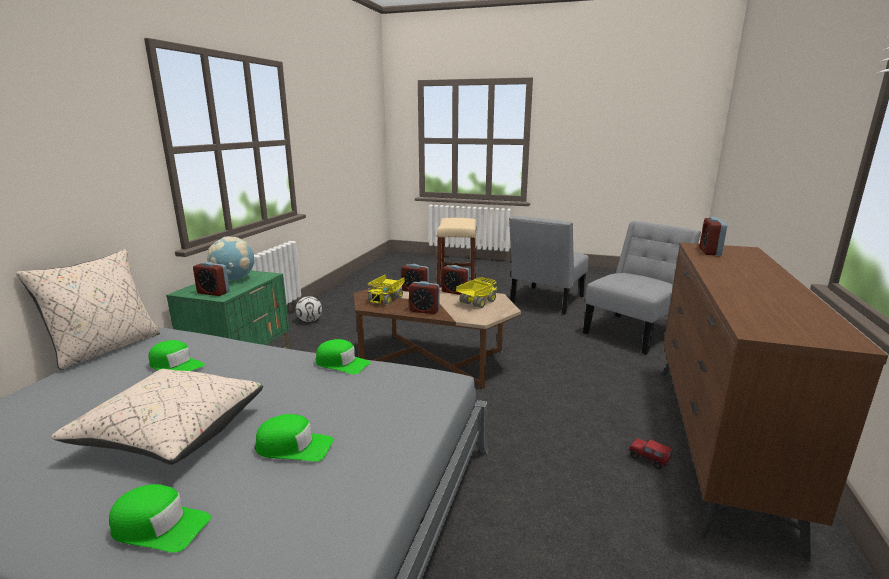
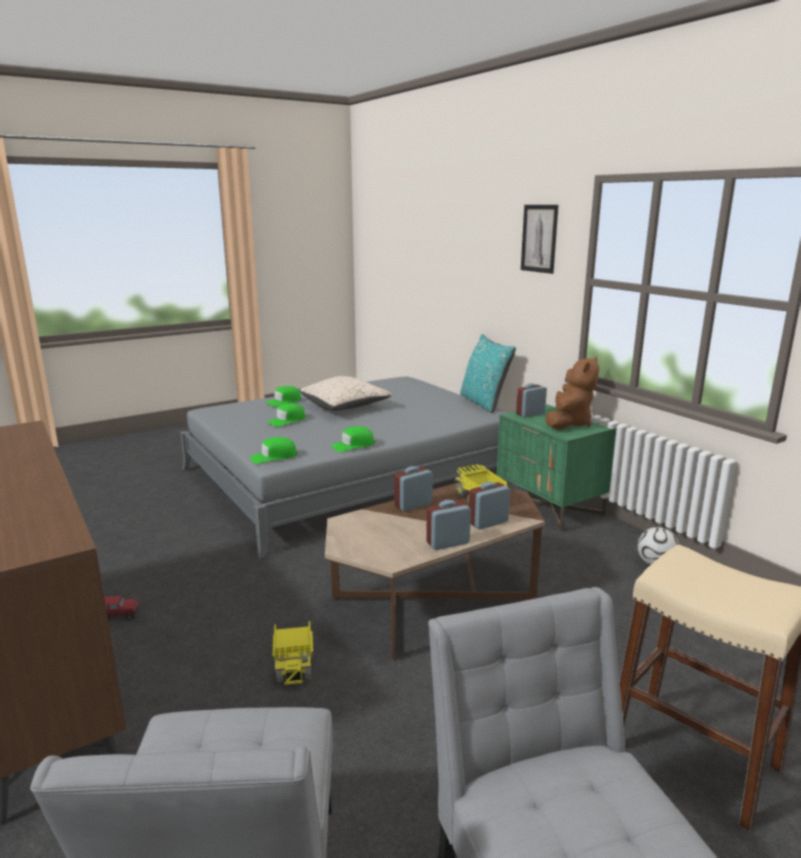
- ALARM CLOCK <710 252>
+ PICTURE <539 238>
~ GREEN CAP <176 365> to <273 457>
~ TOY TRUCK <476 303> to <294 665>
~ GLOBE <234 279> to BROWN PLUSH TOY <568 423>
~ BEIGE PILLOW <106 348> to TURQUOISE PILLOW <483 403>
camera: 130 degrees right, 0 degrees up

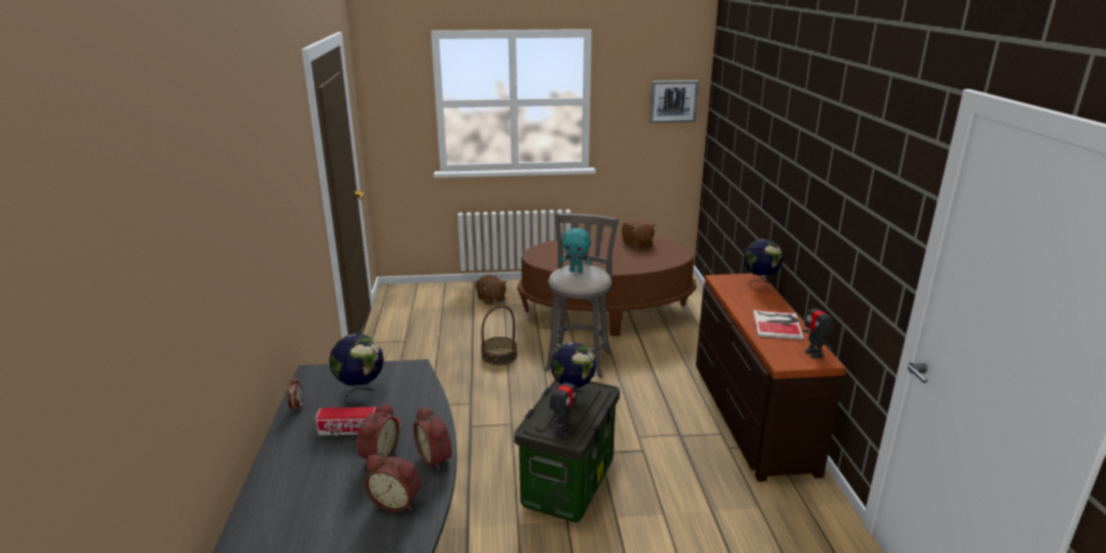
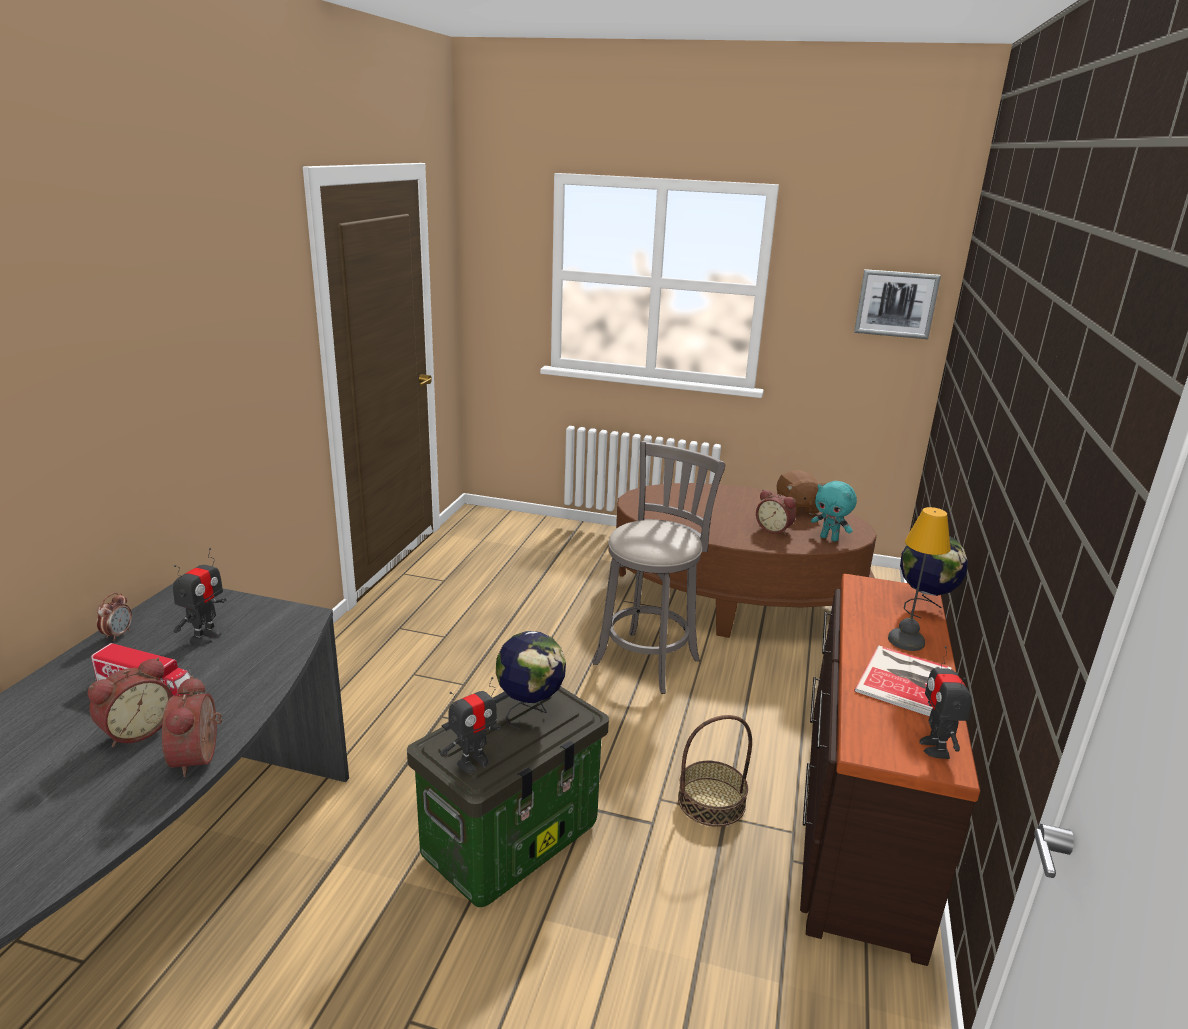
- BROWN PLUSH TOY <491 299>
+ TABLE LAMP <906 640>
~ ALARM CLOCK <396 501> to <774 529>
~ BASKET <499 356> to <711 801>
~ TURQUOISE PLUSH TOY <576 271> to <829 538>
~ GLOBE <361 394> to TOY ROBOT <206 637>
camera: 20 degrees right, 0 degrees up

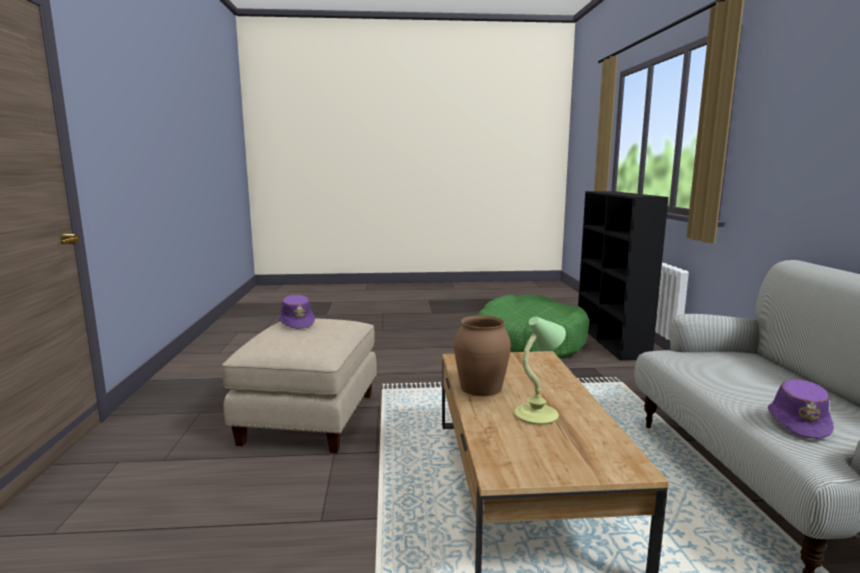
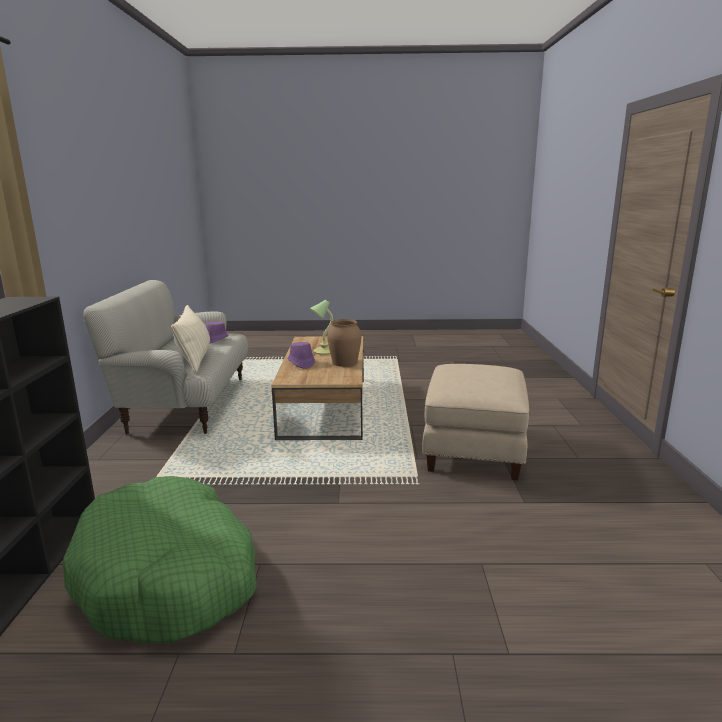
+ BEIGE PILLOW <194 359>
~ PURPLE HAT <297 323> to <301 363>
camera: 175 degrees left, 5 degrees up

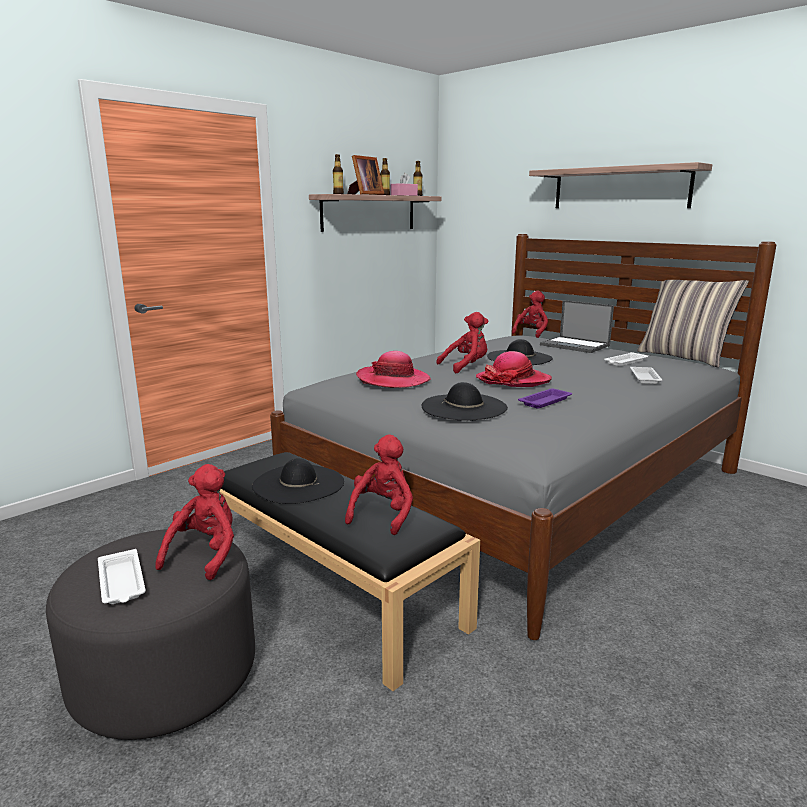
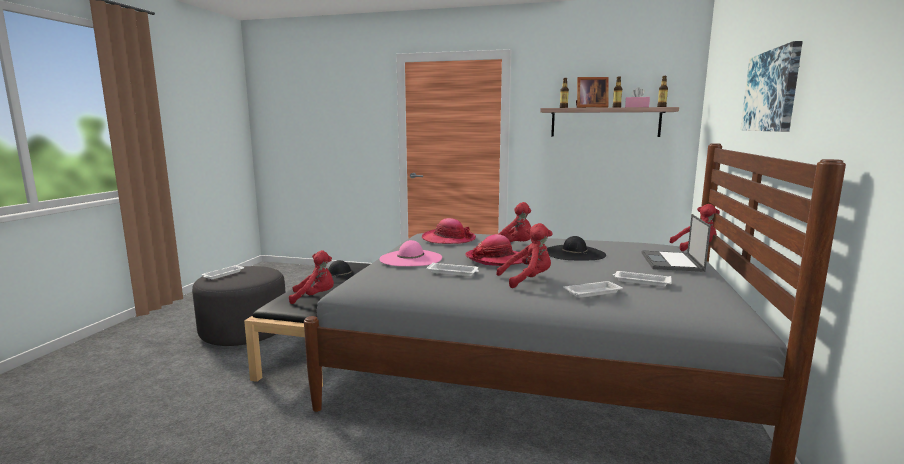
- PILLOW <684 357>
~ RED PLUSH TOY <205 554> to <527 280>
~ SHELF <620 188> to PICTURE <772 91>
~ BLACK HAT <464 407> to PINK HAT <411 258>
~ PURPLE TRAY <546 401> to WHITE TRAY <453 272>
camera: 60 degrees right, 5 degrees down

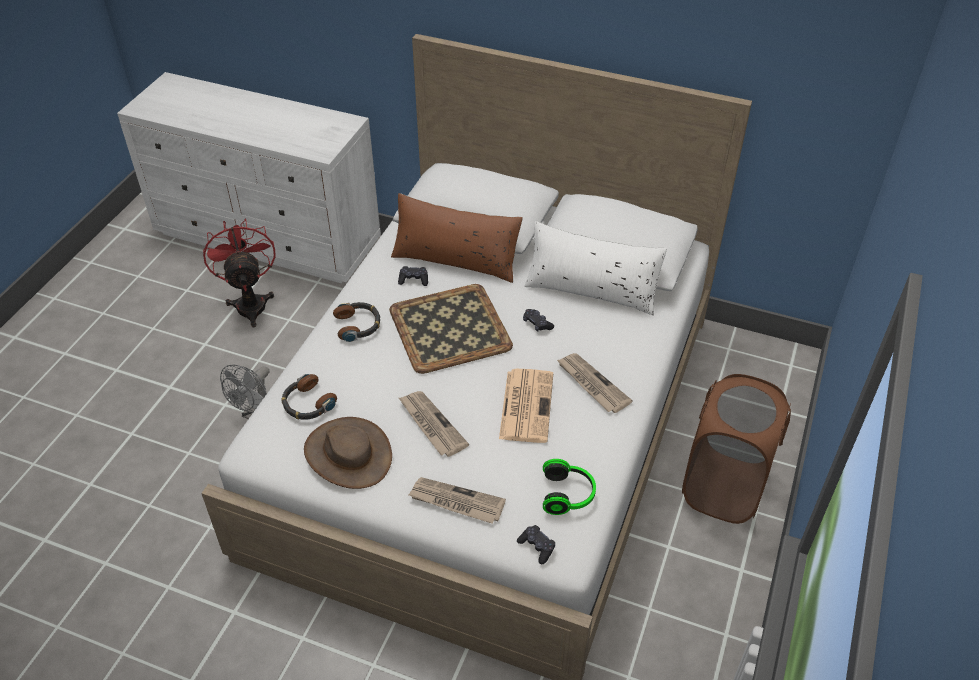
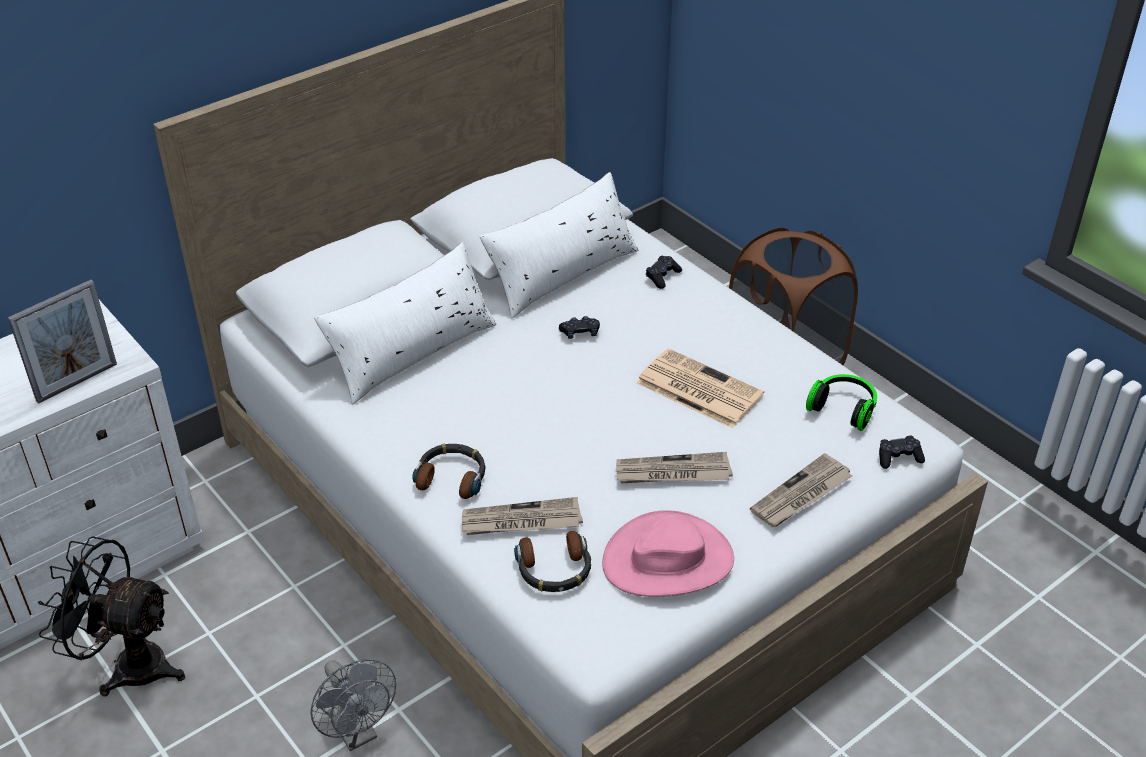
- TRAY <450 327>
+ PICTURE FRAME <77 382>
~ BLACK GAME CONTROLLER <413 280> to <662 276>
~ NEWSPAPER <592 384> to <521 521>
~ RED FAN <250 302> to BLACK FAN <128 665>
~ BROWN HAT <348 454> to PINK HAT <668 560>
~ BROWN PILLOW <456 259> to WHITE PILLOW <412 352>
camera: 60 degrees left, 5 degrees down

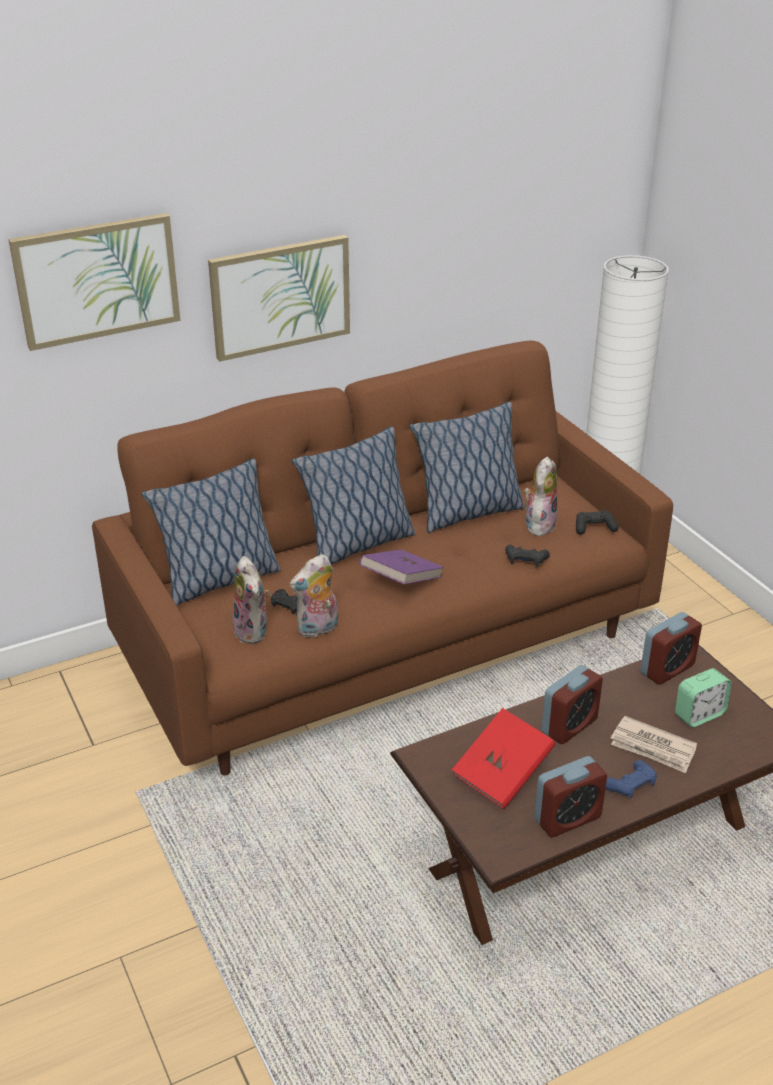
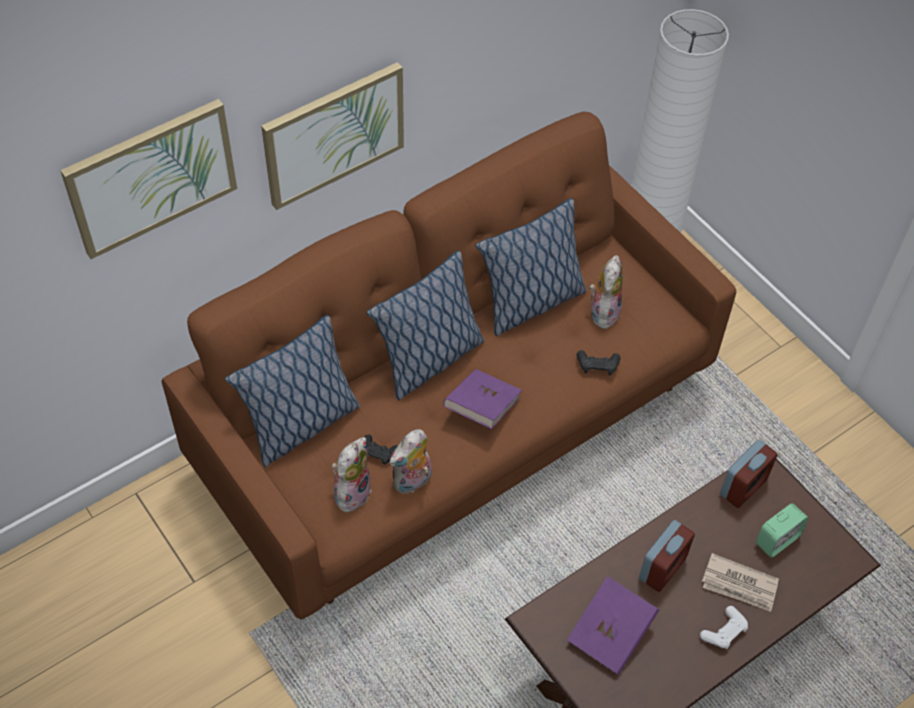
- ALARM CLOCK <567 818>
- BLACK GAME CONTROLLER <594 528>
~ RED BOOK <502 774> to PURPLE BOOK <610 633>
~ BLUE GAME CONTROLLER <630 785> to WHITE GAME CONTROLLER <724 632>
~ PLUSH TOY <254 631> = <351 491> 120 degrees counterclockwise
camera: 10 degrees left, 20 degrees up

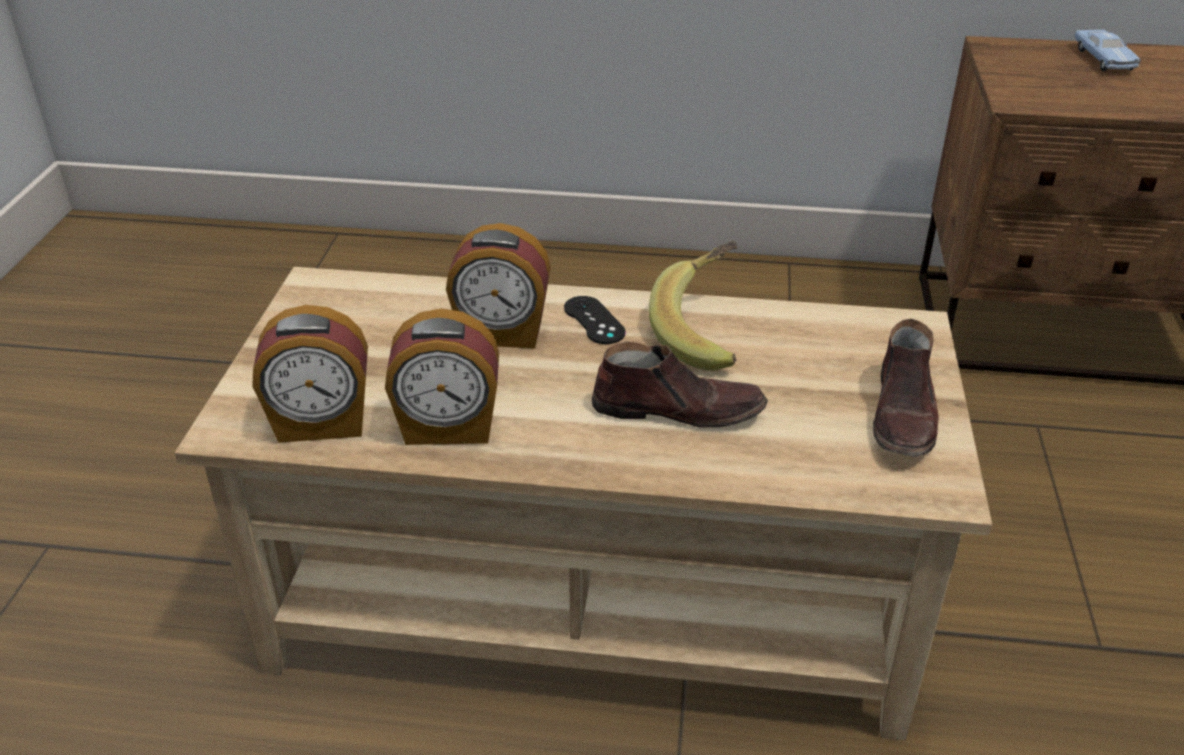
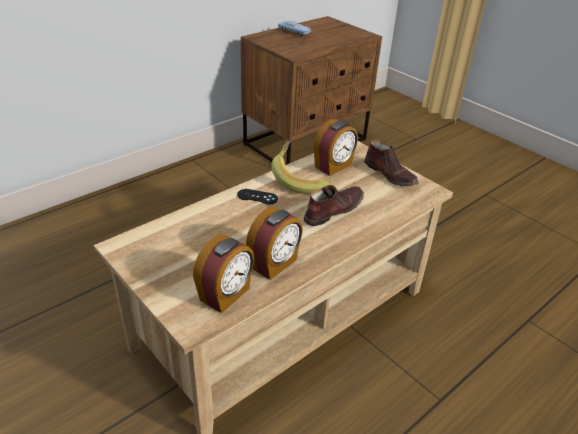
~ ALARM CLOCK <501 334> to <333 166>
camera: 50 degrees left, 0 degrees up

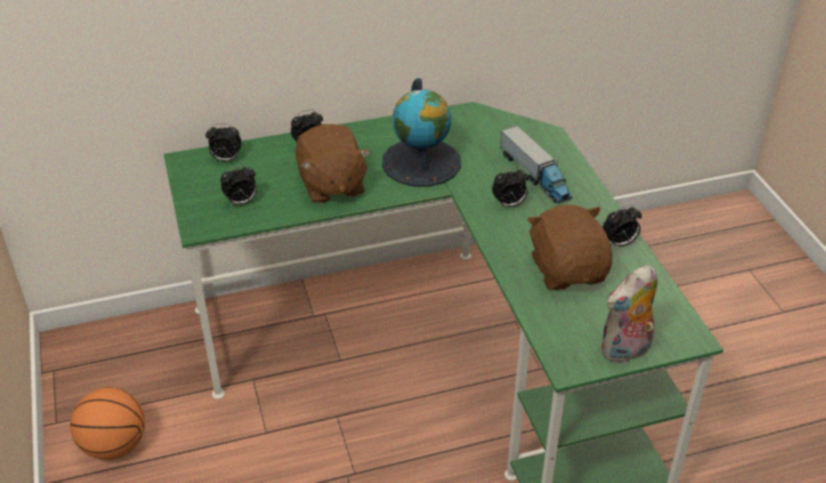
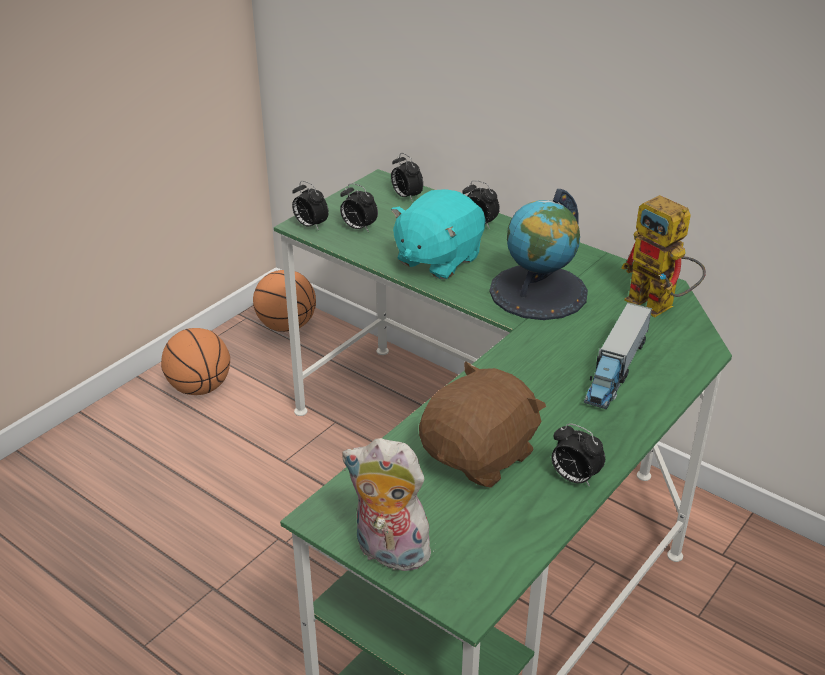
+ BASKETBALL <286 326>
+ TOY ROBOT <659 306>
~ ALARM CLOCK <509 205> to <310 225>
~ BROWN PLUSH TOY <331 185> to TURQUOISE PLUSH TOY <437 259>
camera: 55 degrees right, 5 degrees down

